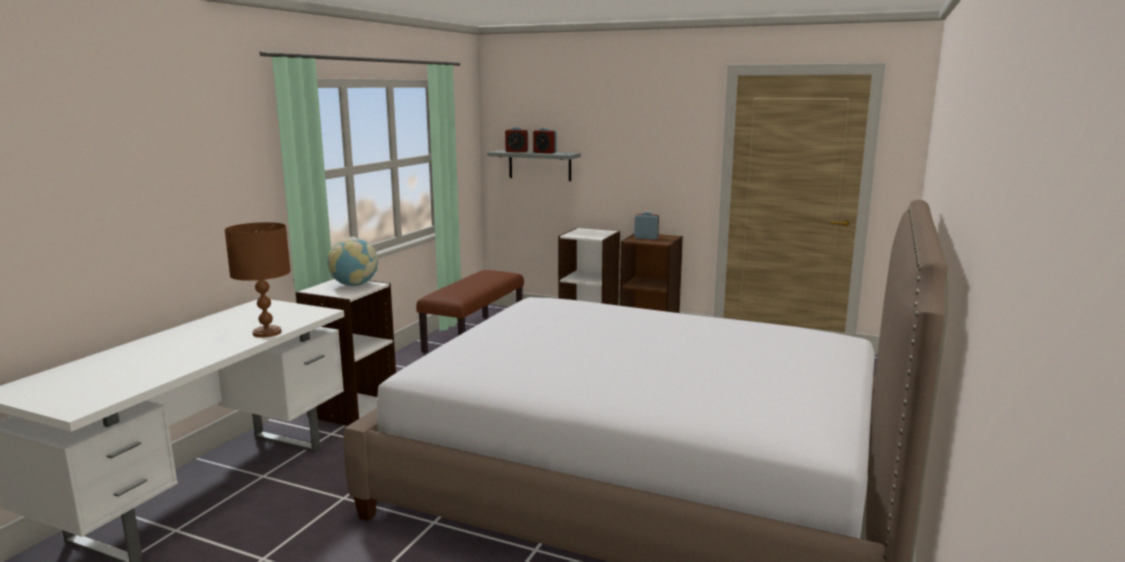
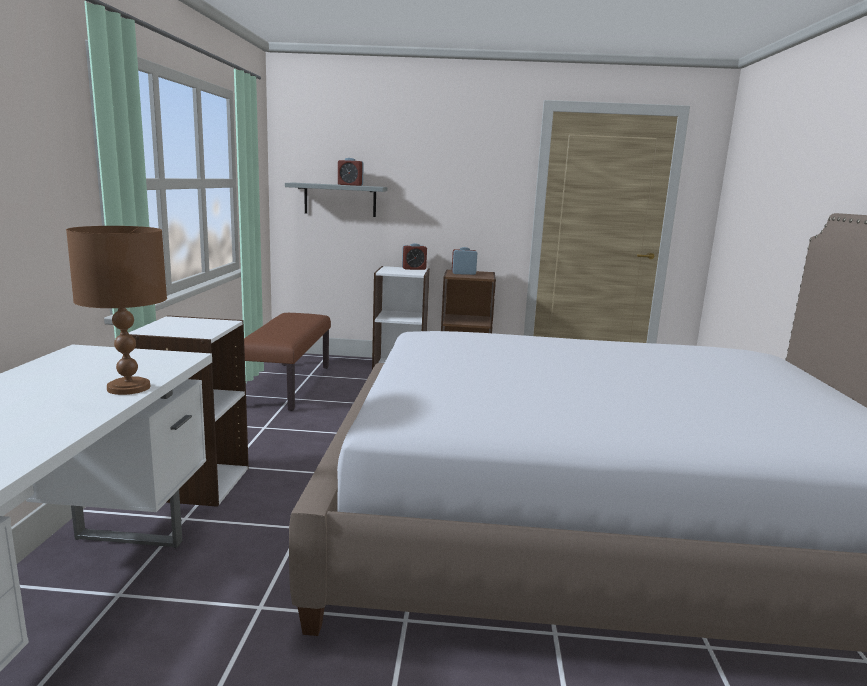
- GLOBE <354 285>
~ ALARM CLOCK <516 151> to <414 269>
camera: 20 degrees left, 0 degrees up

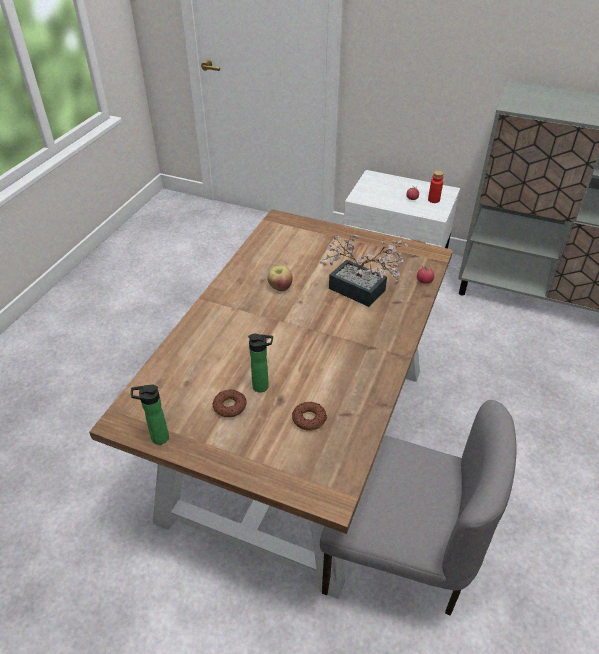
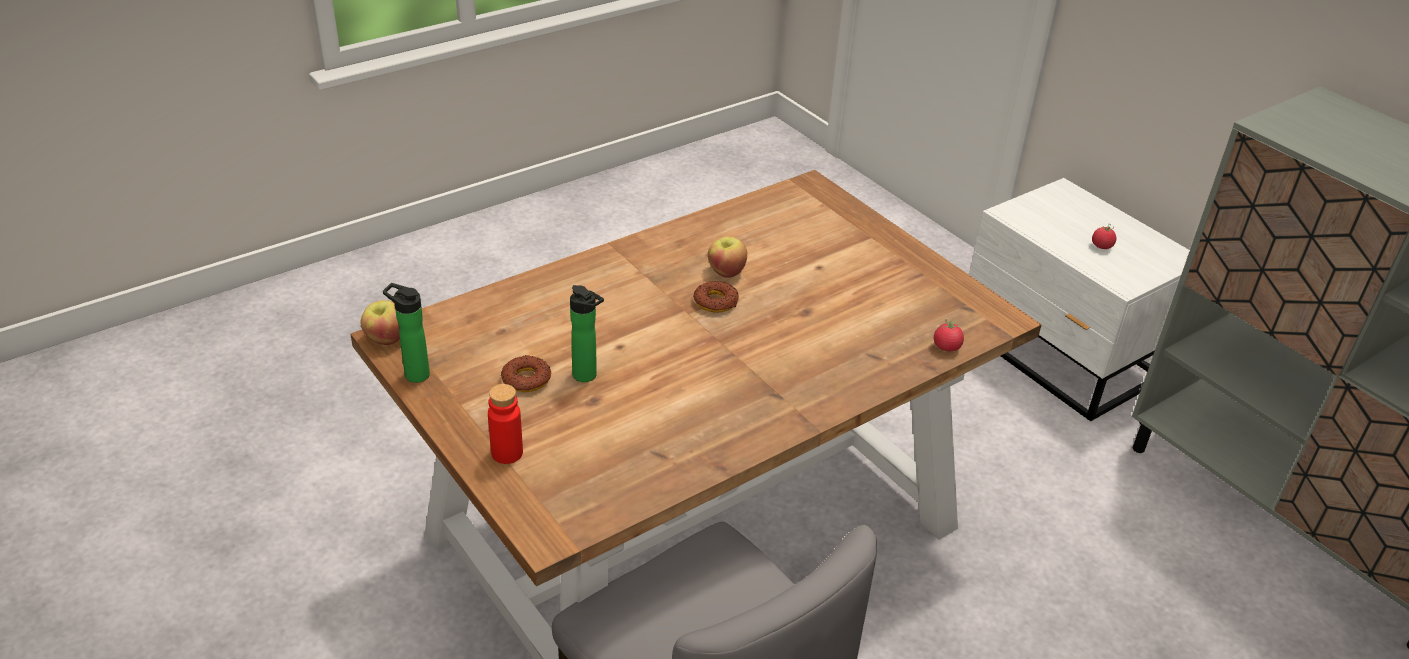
- POTTED PLANT <362 292>
+ APPLE <385 339>
~ DONUT <309 419> to <716 301>
~ RED BOTTLE <433 200> to <507 453>
camera: 30 degrees right, 5 degrees down

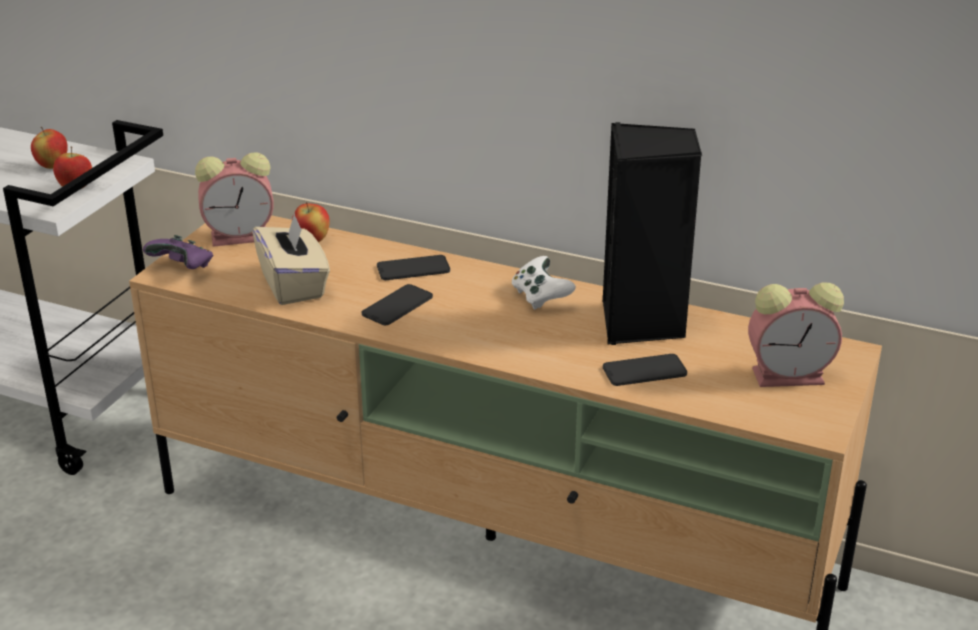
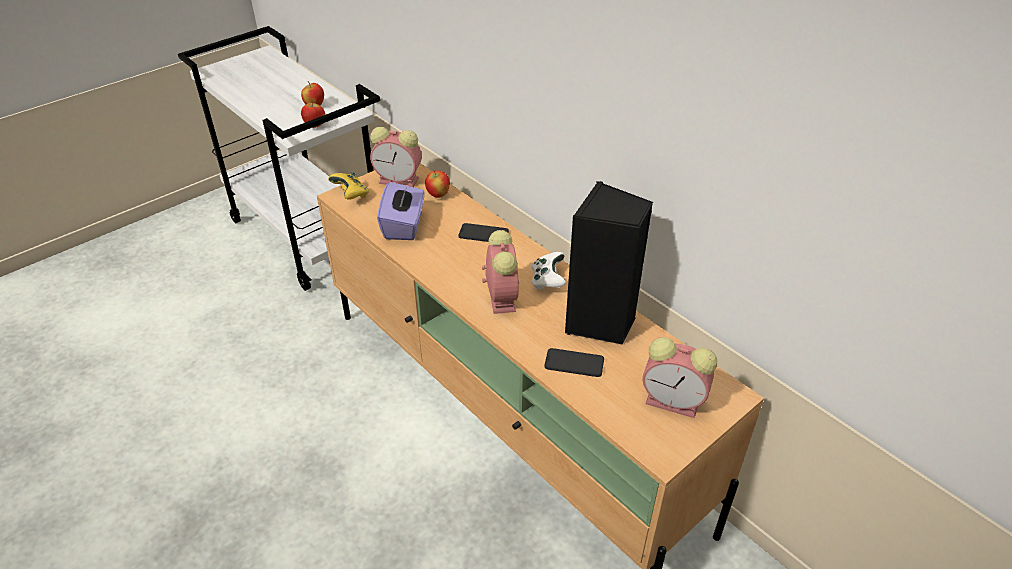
- PHONE <397 306>
+ ALARM CLOCK <501 296>
~ PURPLE GAME CONTROLLER <183 268> to YELLOW GAME CONTROLLER <351 195>
~ BEIGE TISSUE BOX <294 285> to PURPLE TISSUE BOX <404 226>
camera: 25 degrees right, 10 degrees up

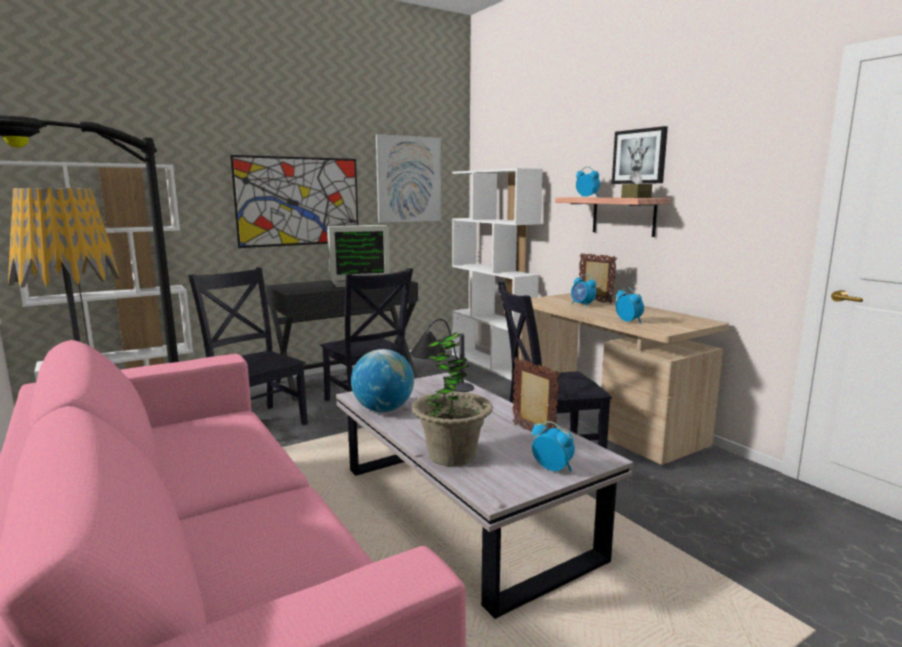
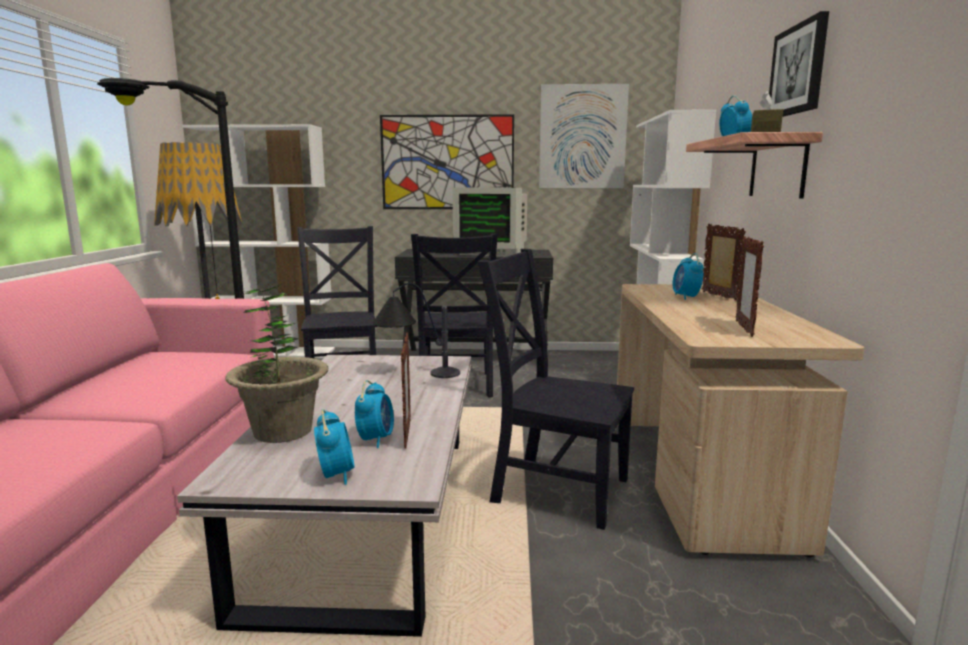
- GLOBE <383 409>
+ PICTURE FRAME <744 328>
~ ALARM CLOCK <628 321> to <376 439>
camera: 35 degrees right, 0 degrees up

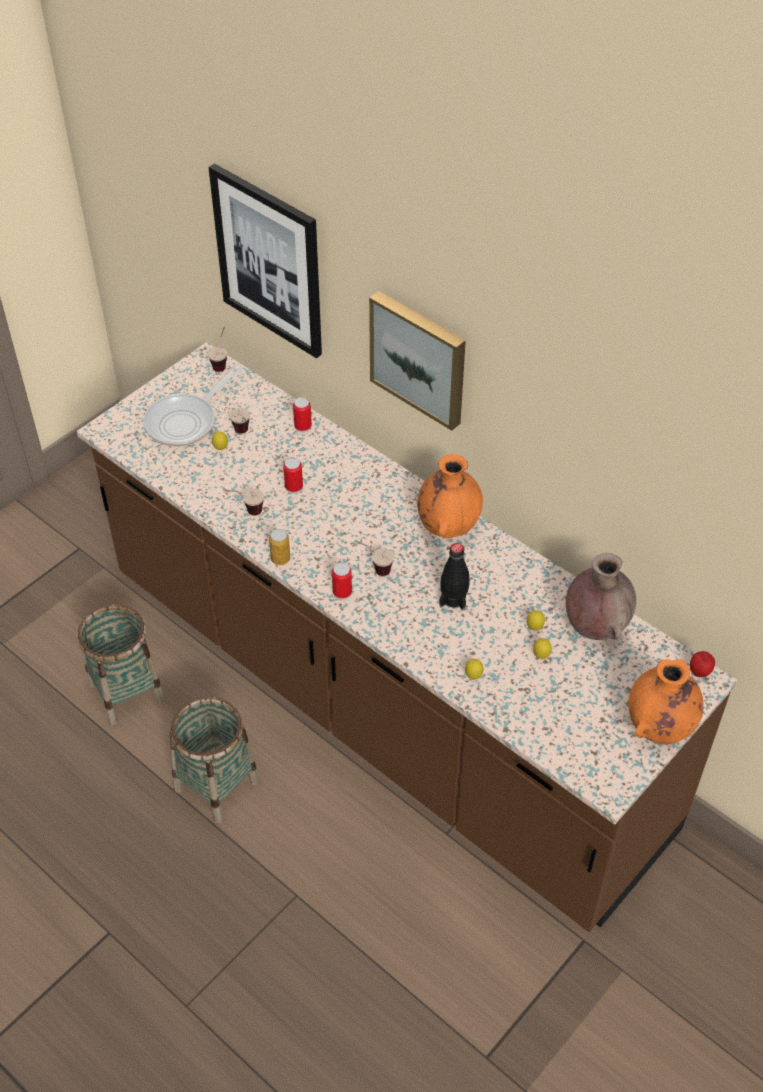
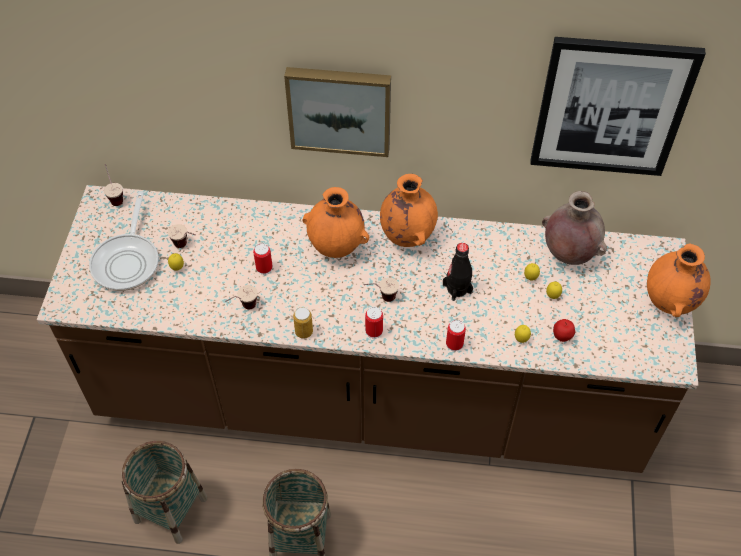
+ ORANGE VASE <336 247>
~ PICTURE <269 261> to <611 107>
~ CAN <303 427> to <454 344>
~ APPLE <699 673> to <561 337>
camera: 35 degrees left, 5 degrees up

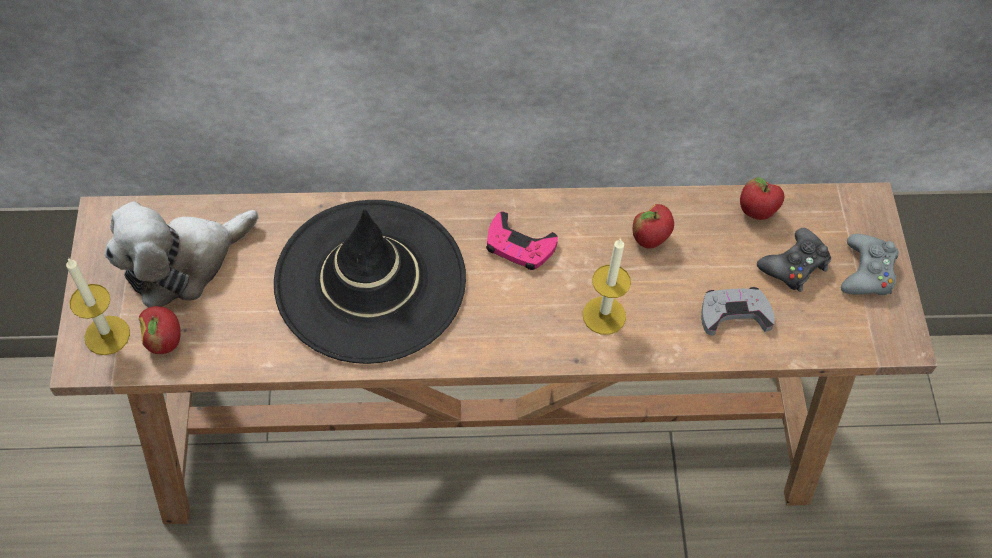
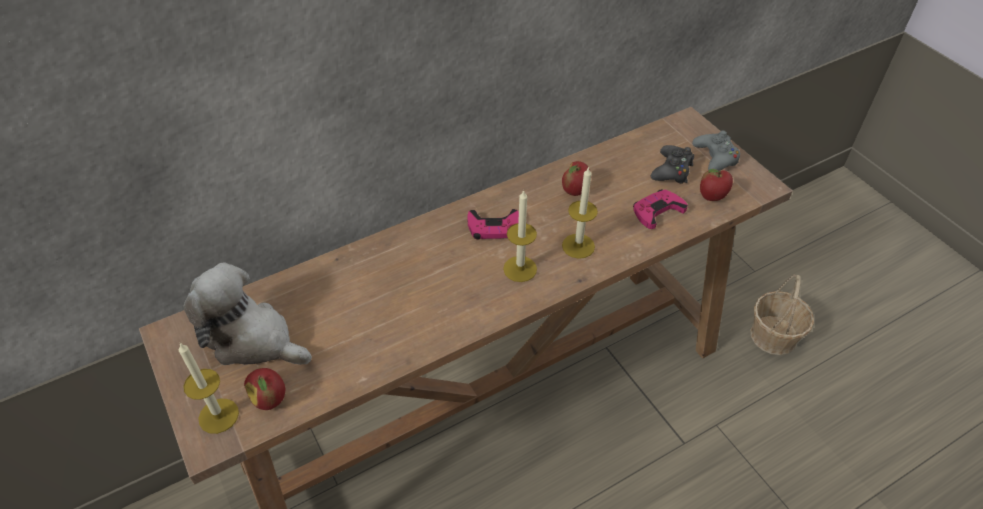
- BLACK HAT <370 281>
+ CANDLE <520 269>
+ BASKET <774 335>
~ APPLE <756 212> to <712 197>
~ GREY GAME CONTROLLER <734 314> to PINK GAME CONTROLLER <657 211>
~ PLUSH TOY <183 263> = <252 339> 90 degrees clockwise
camera: 25 degrees left, 10 degrees down

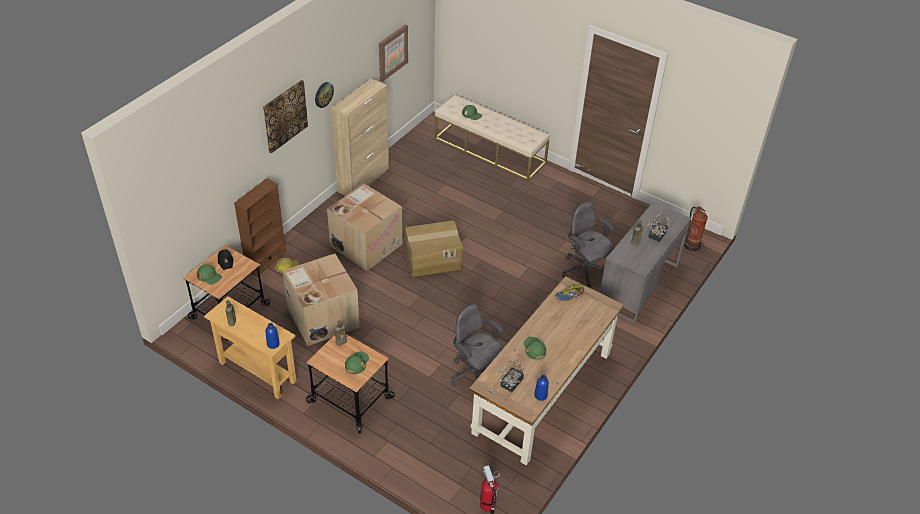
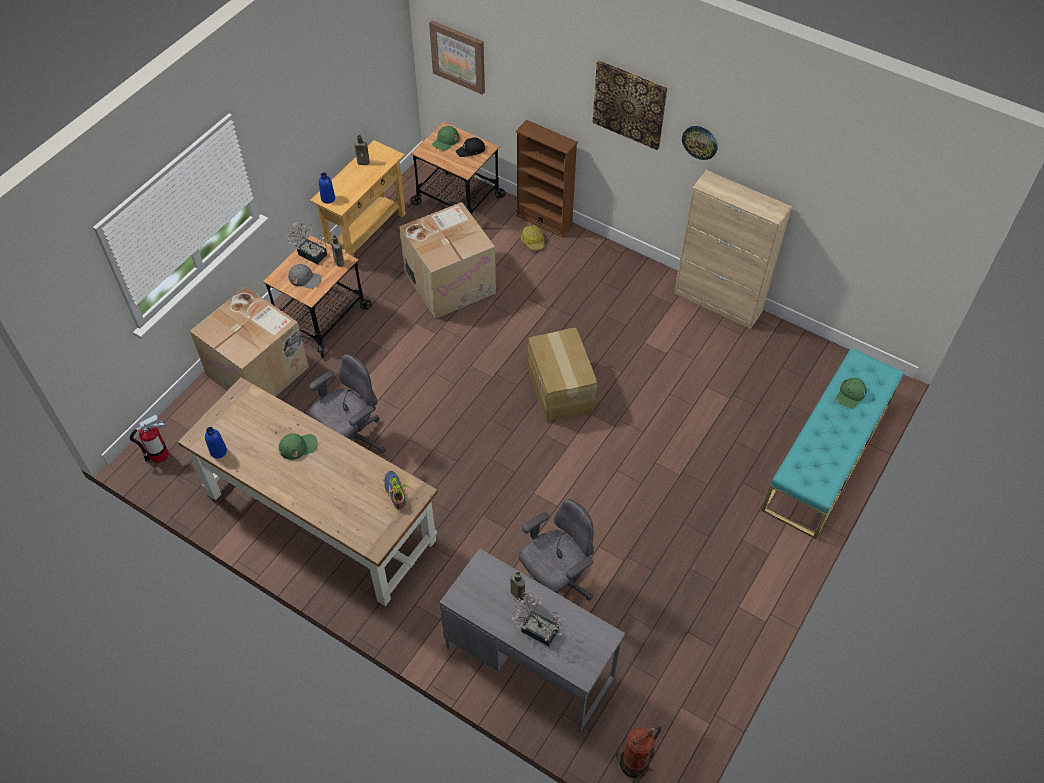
~ CARDBOARD BOX <366 244> to <259 371>
~ PICTURE <392 52> to <458 56>
~ POTTED PLANT <509 384> to <310 253>
~ GREEN CAP <357 363> to GREY CAP <305 278>
~ BEIGE BENCH <490 150> to TURQUOISE BENCH <826 456>
camera: 90 degrees right, 10 degrees up

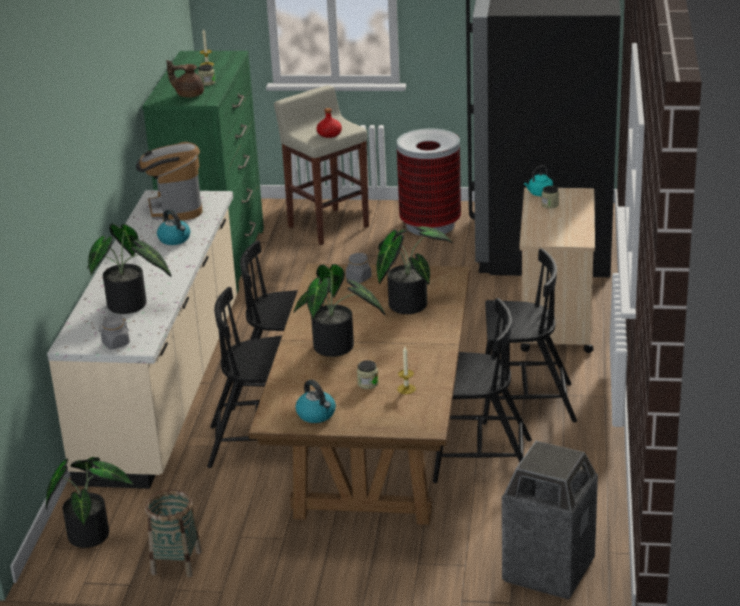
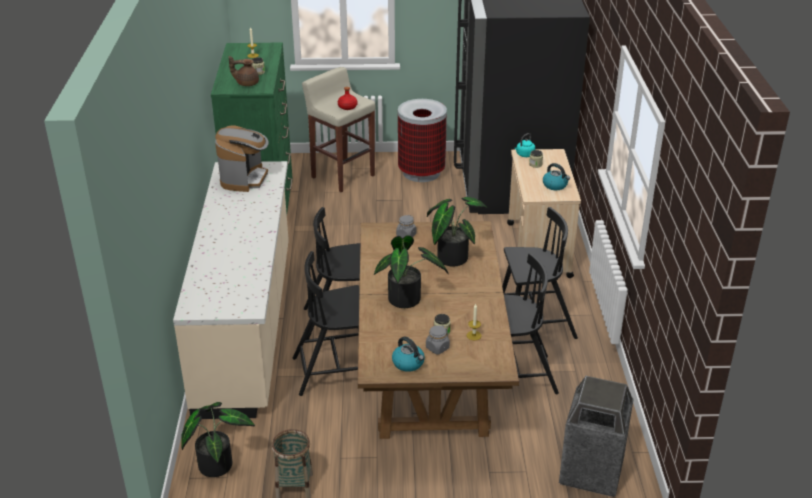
- POTTED PLANT <130 307>
~ GREY JAR <115 344> to <437 348>
~ KETTLE <175 239> to <555 185>
~ COFFEE MACHINE <175 209> = <244 179> 150 degrees counterclockwise
camera: 10 degrees left, 5 degrees up

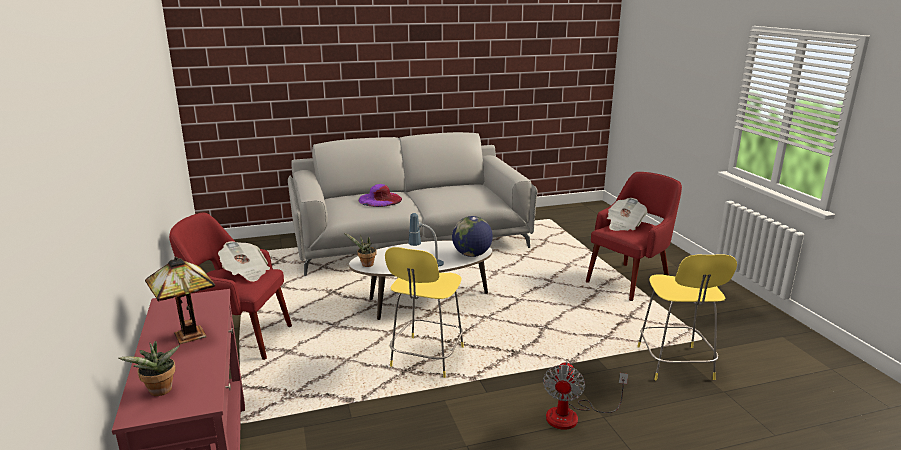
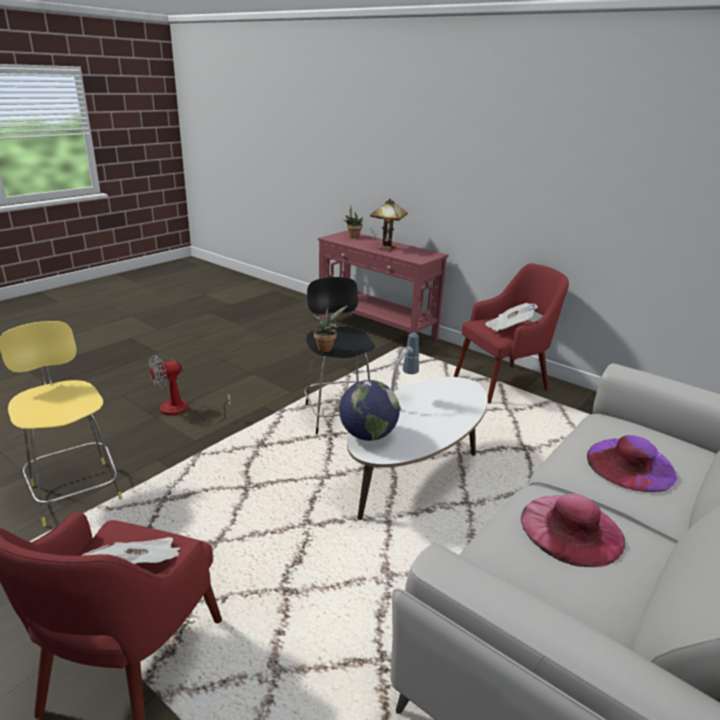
+ PINK HAT <571 529>
~ POTTED PLANT <365 265> to <326 348>
~ YELLOW STOOL <426 359> to BLACK STOOL <338 415>
~ FAN <572 415> = <183 410> 105 degrees counterclockwise
camera: 145 degrees right, 5 degrees up

